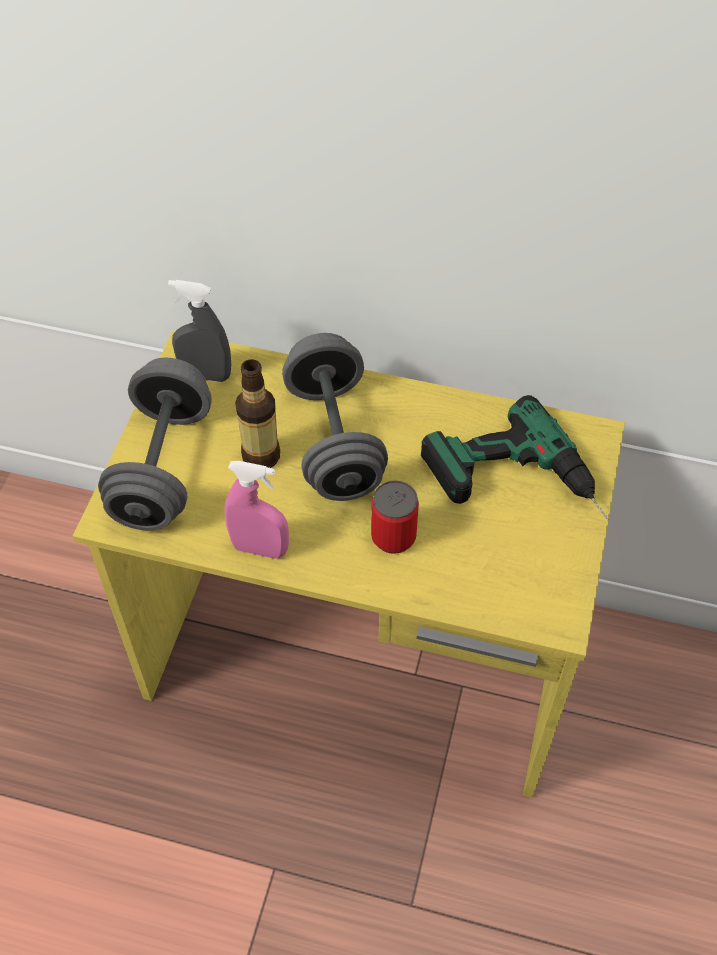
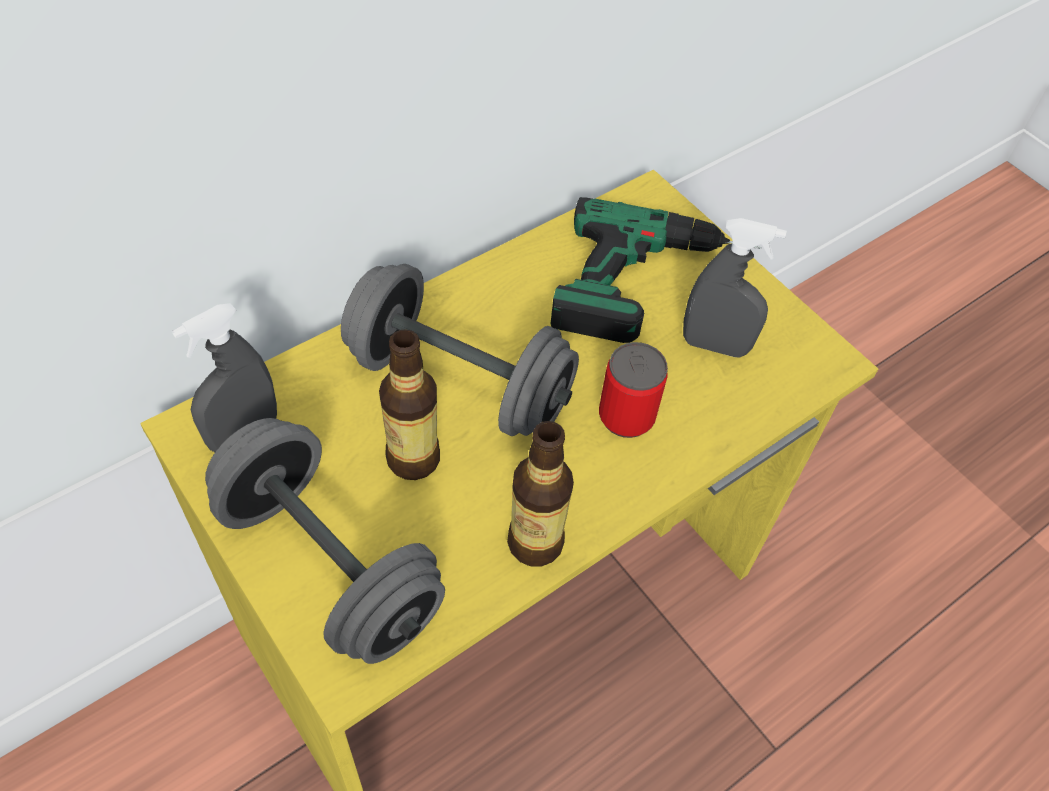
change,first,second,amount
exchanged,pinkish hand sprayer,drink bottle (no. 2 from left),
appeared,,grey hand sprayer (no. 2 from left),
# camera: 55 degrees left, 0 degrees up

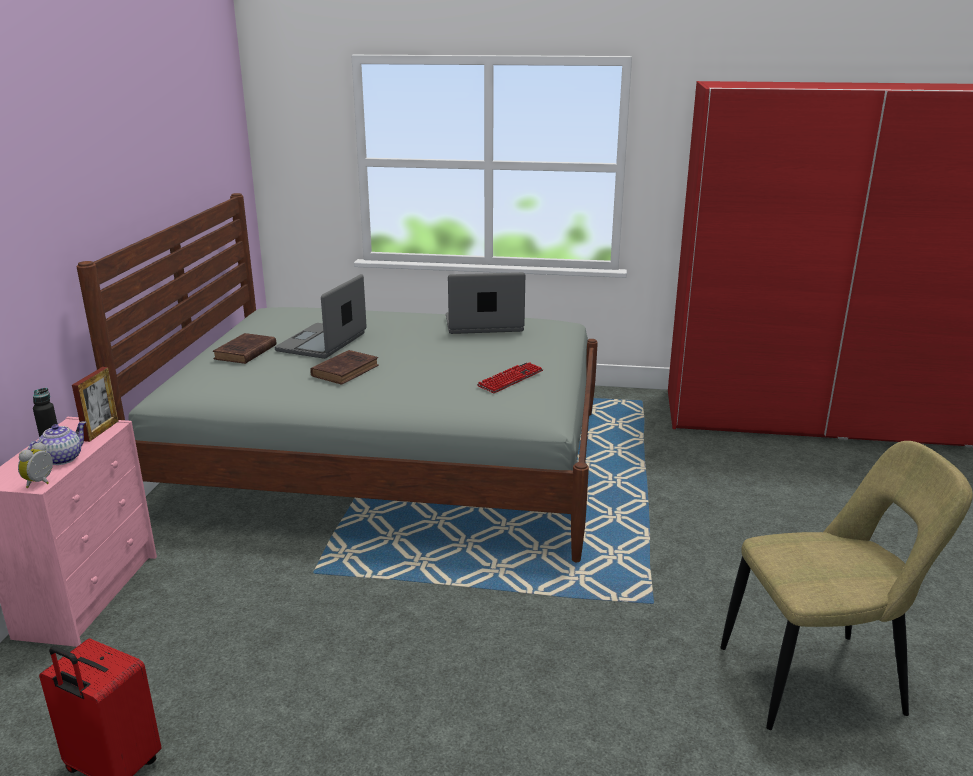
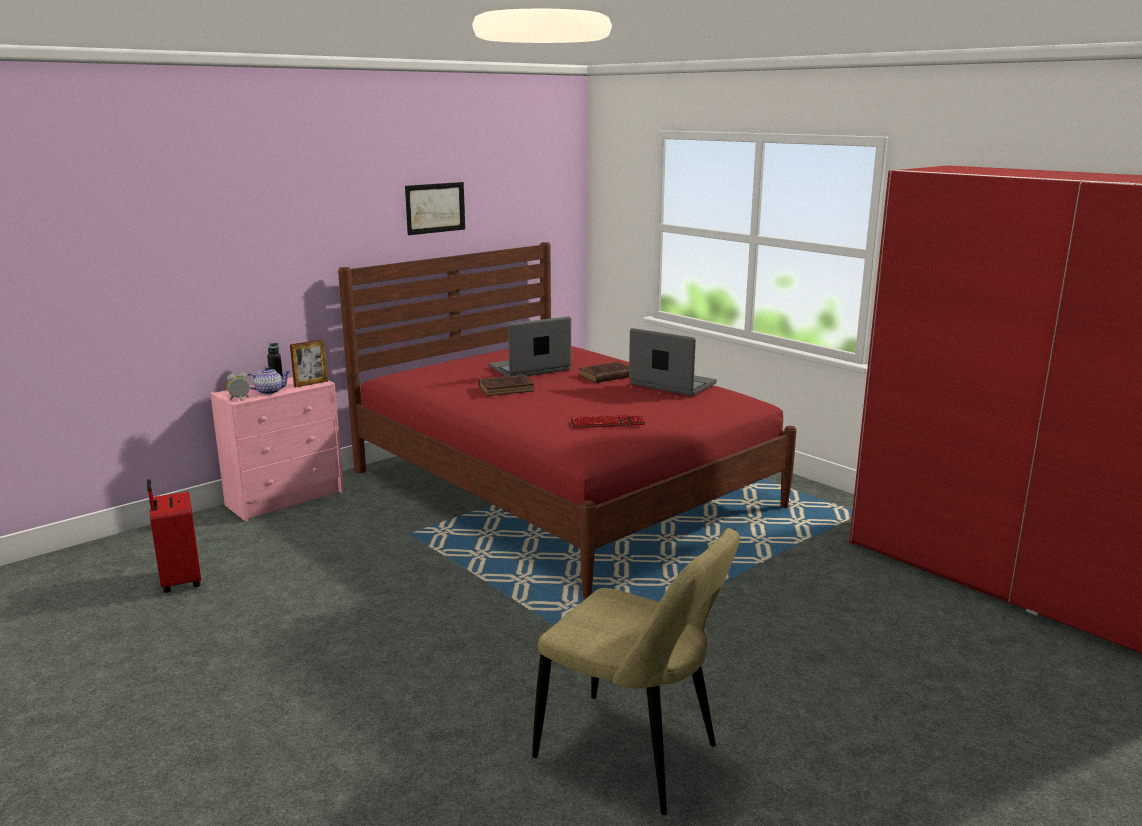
change,first,second,amount
colour,grey bedroom bed,reddish bedroom bed,
relocated,brown volume (no. 1 from left in the first image),brown volume (no. 2 from left),
appeared,,wall picture,
# camera: 40 degrees right, 5 degrees down

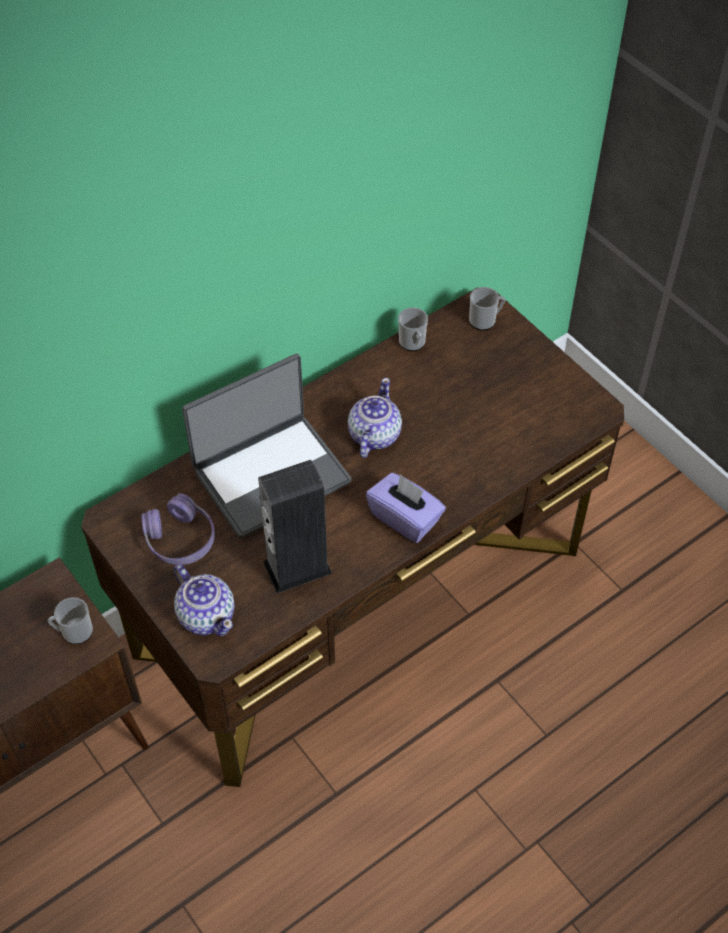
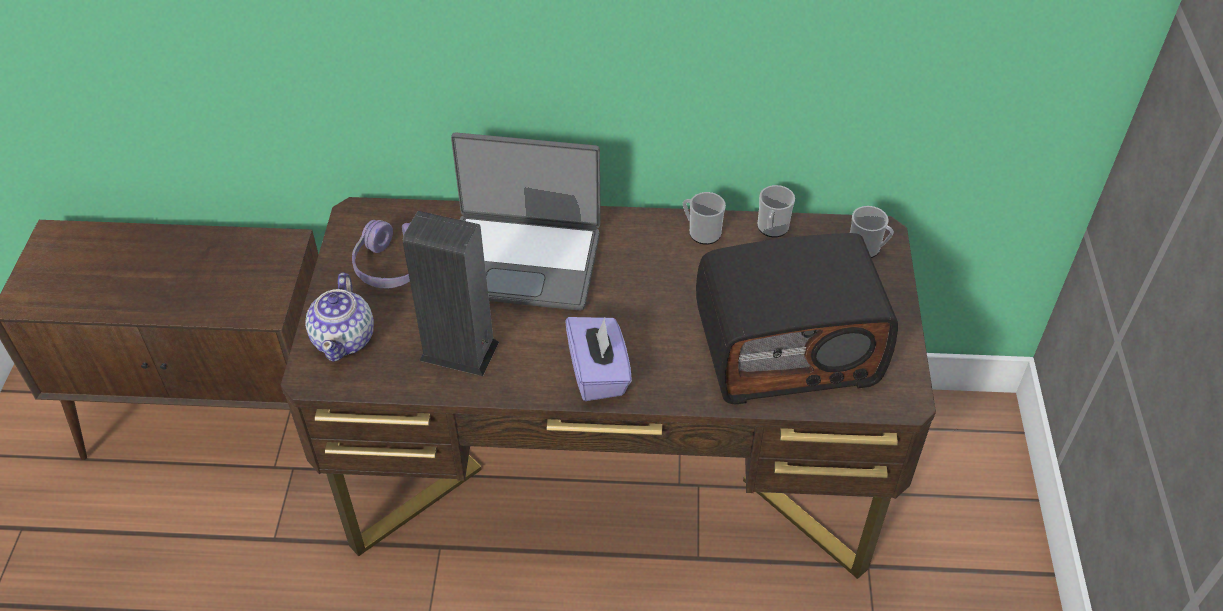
change,first,second,amount
relocated,coffee mug (no. 1 from left),,
missing,pot for tea (no. 2 from left),,
appeared,,radio set,
# camera: 40 degrees right, 5 degrees down

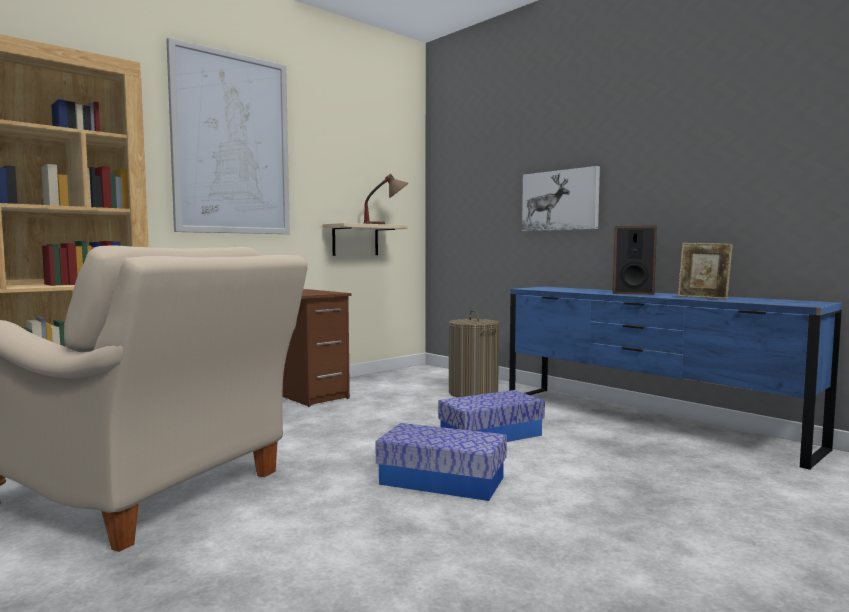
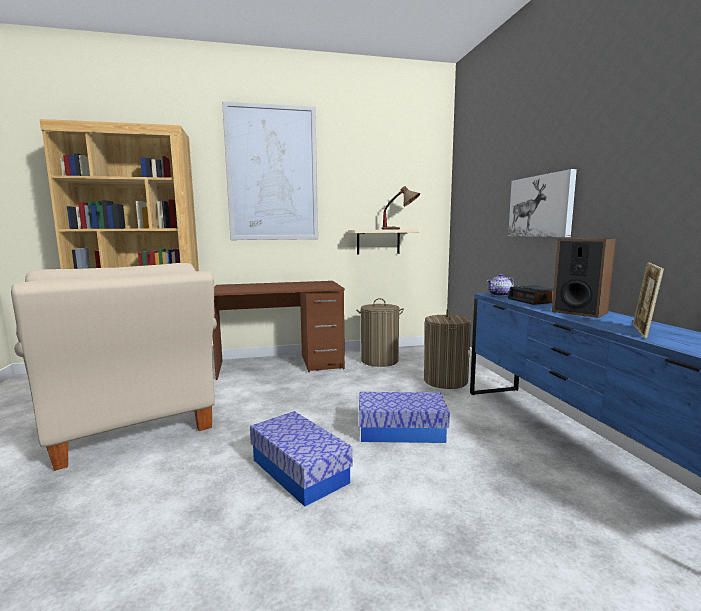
change,first,second,amount
spun,standing frame,,45 degrees clockwise
appeared,,laundry basket (no. 1 from left),
appeared,,pot for tea,
appeared,,bedside clock,
# camera: 30 degrees right, 5 degrees up

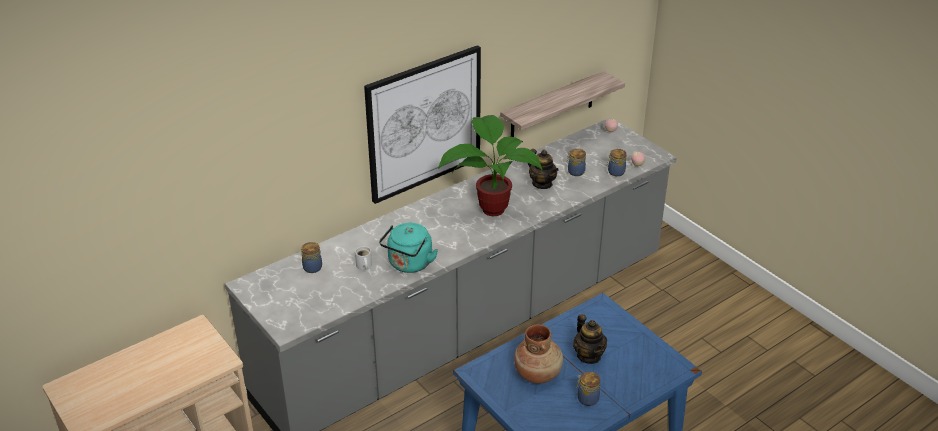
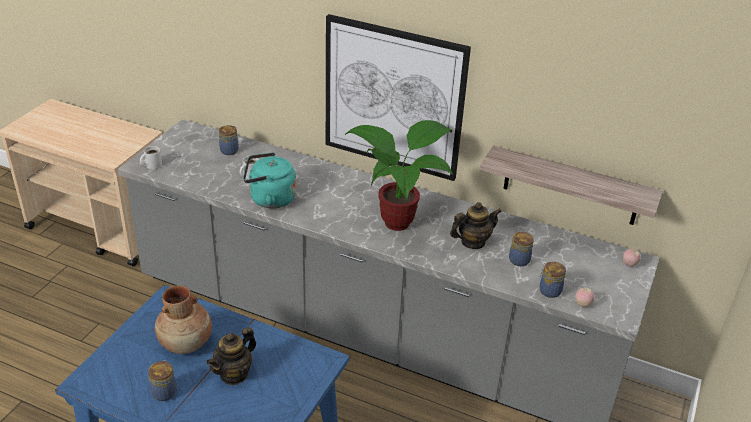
change,first,second,amount
spun,pot for tea (no. 1 from left in the first image),pot for tea (no. 2 from left),135 degrees counterclockwise
appeared,,white coffee mug (no. 1 from left),
# camera: 60 degrees right, 0 degrees up

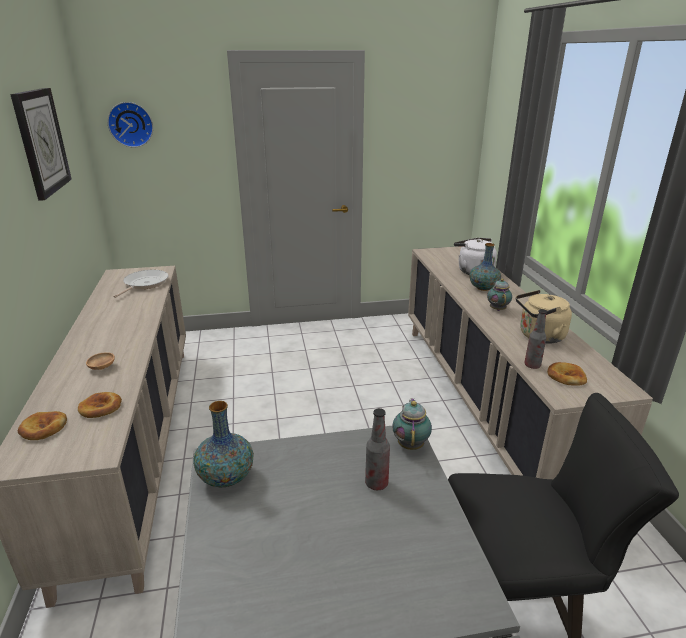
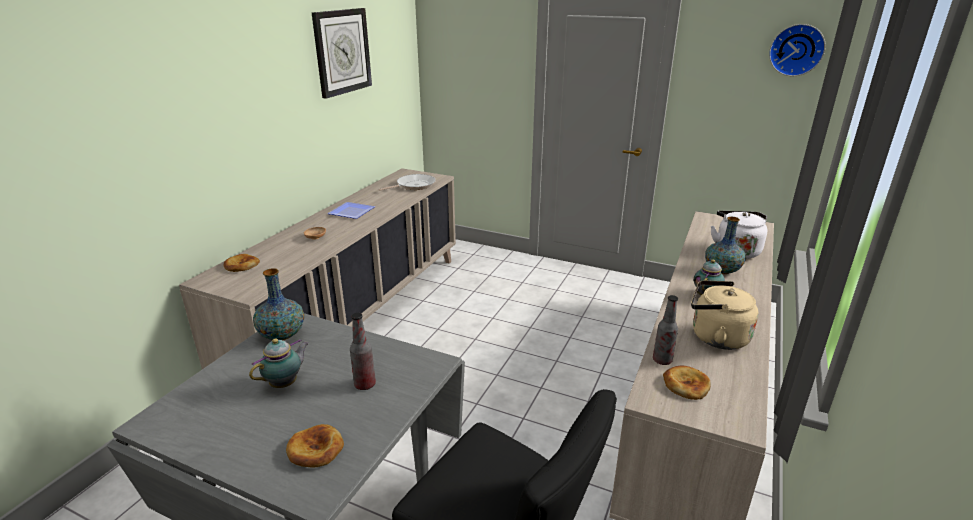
change,first,second,amount
relocated,bread (no. 2 from left),,
relocated,wall clock (no. 2 from left),,
relocated,pot for tea (no. 1 from left),,
appeared,,plate,
# camera: 35 degrees right, 0 degrees up

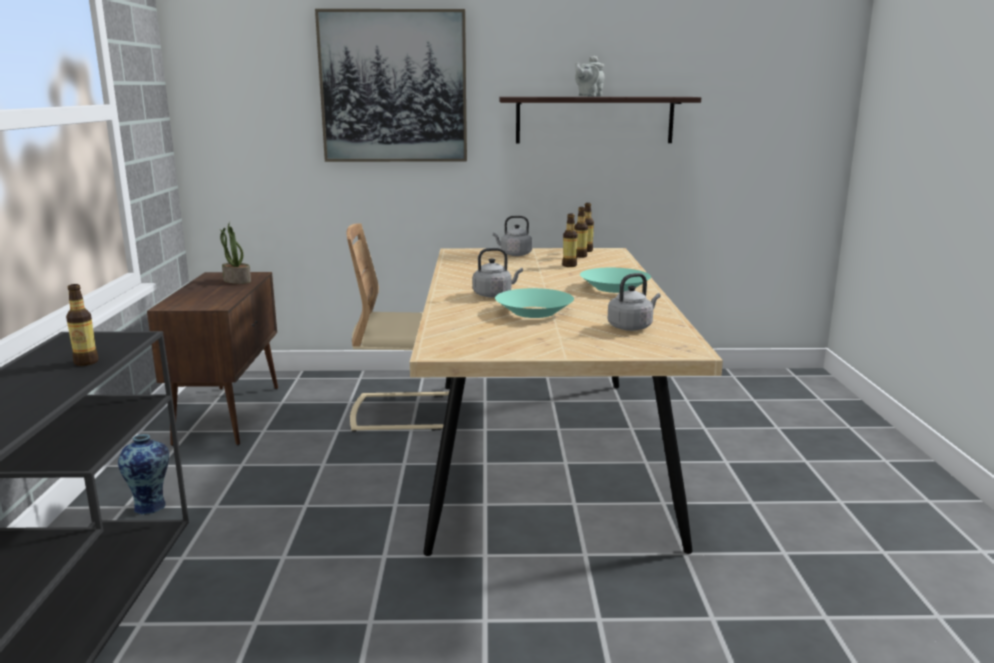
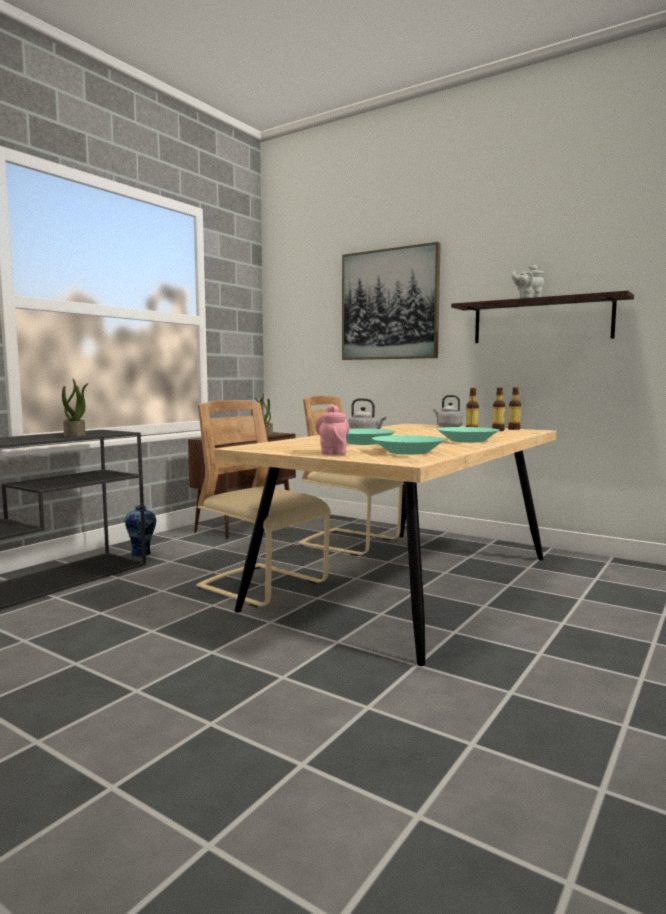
change,first,second,amount
exchanged,drink bottle (no. 1 from left),houseplant (no. 1 from left),
exchanged,grey kettle (no. 3 from left),turquoise-coloured bowl (no. 2 from left),
appeared,,beige chair (no. 1 from left),
appeared,,pinkish pot for tea,
# camera: 35 degrees right, 10 degrees down

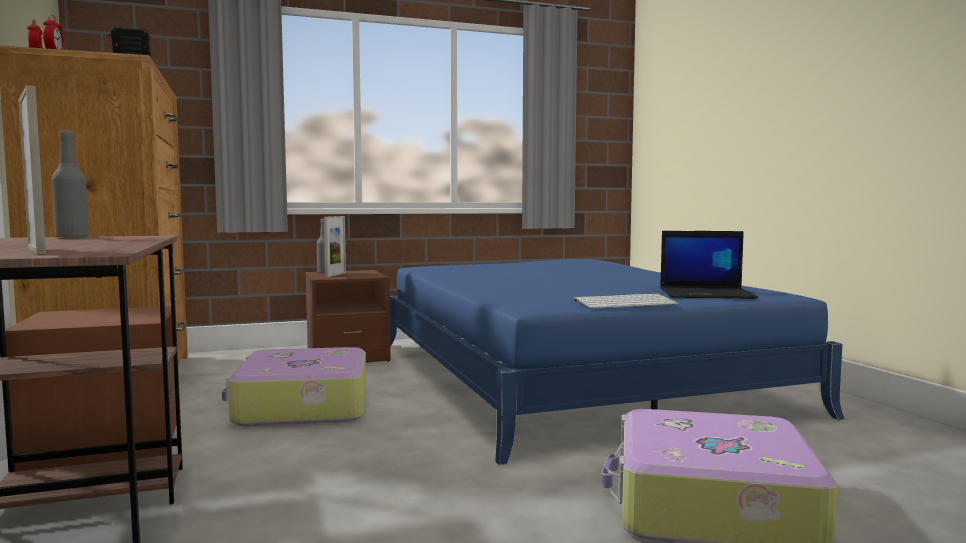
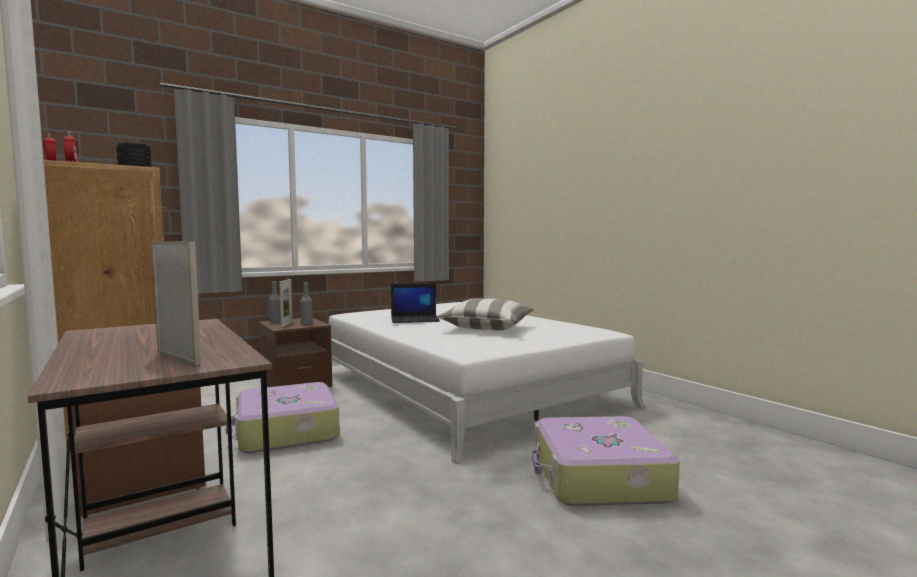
change,first,second,amount
relocated,grey drink bottle (no. 1 from left in the first image),grey drink bottle (no. 2 from left),
colour,blue-coloured bedroom bed,white bedroom bed,
missing,keyboard,,
relocated,laptop,,
appeared,,pillow,
# camera: 15 degrees left, 0 degrees up

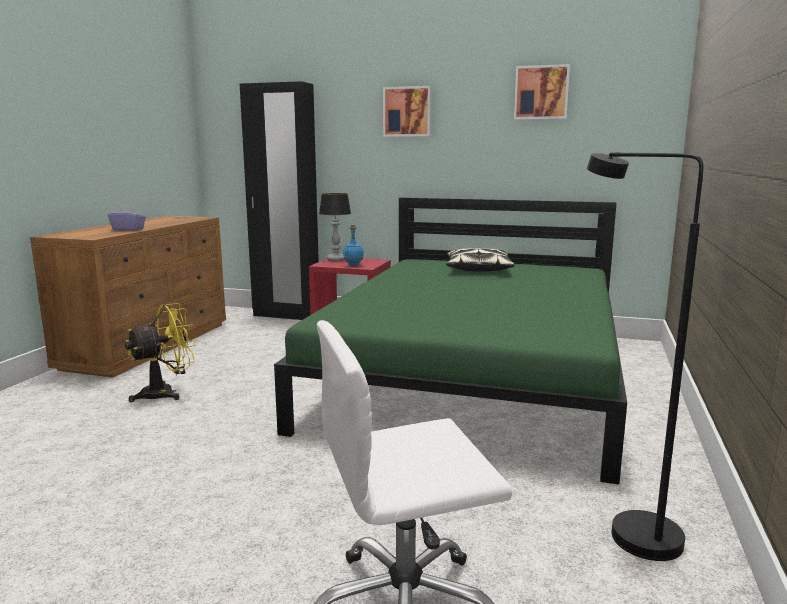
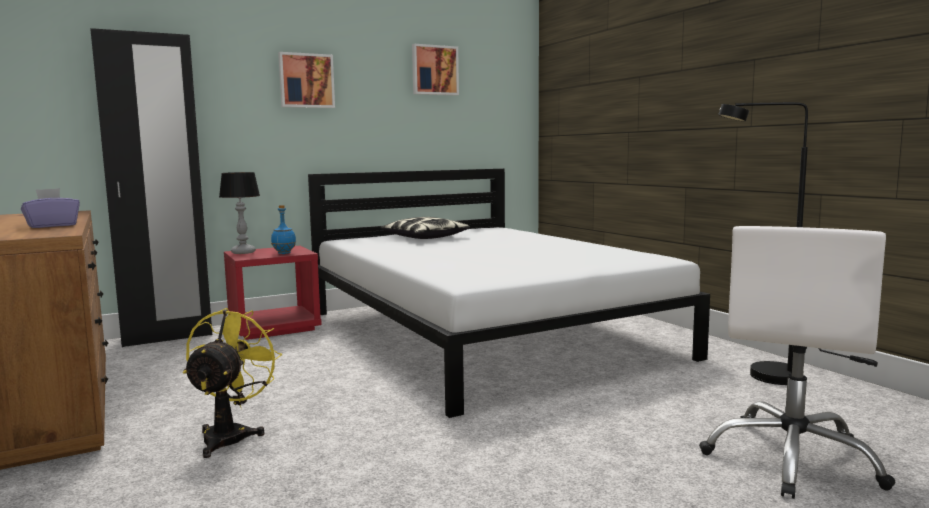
change,first,second,amount
colour,greenish bedroom bed,white bedroom bed,
# camera: 45 degrees left, 5 degrees down

